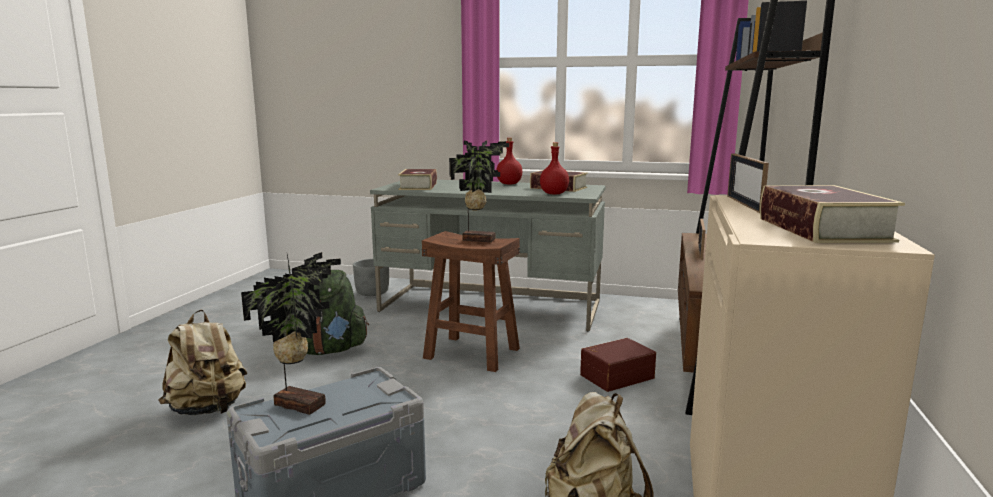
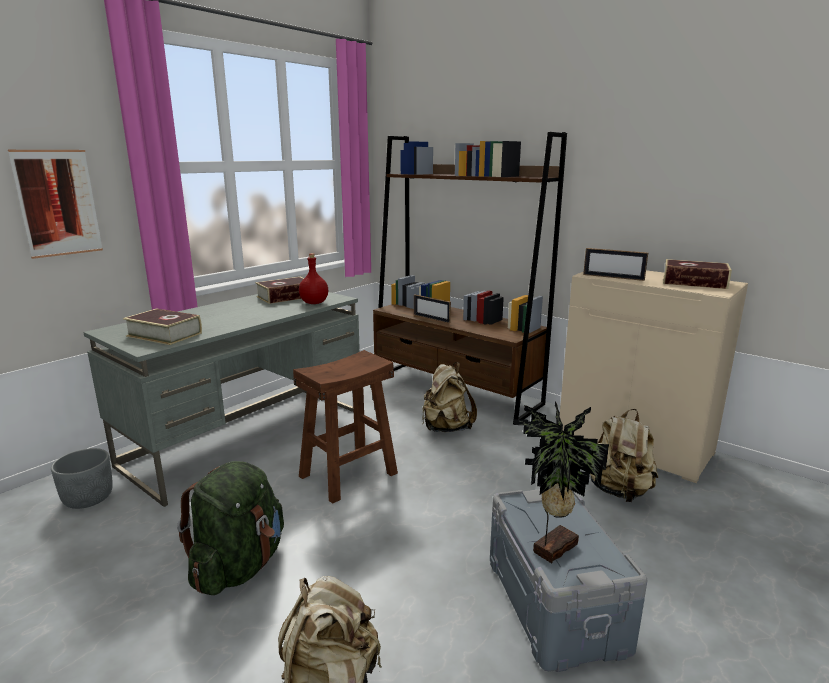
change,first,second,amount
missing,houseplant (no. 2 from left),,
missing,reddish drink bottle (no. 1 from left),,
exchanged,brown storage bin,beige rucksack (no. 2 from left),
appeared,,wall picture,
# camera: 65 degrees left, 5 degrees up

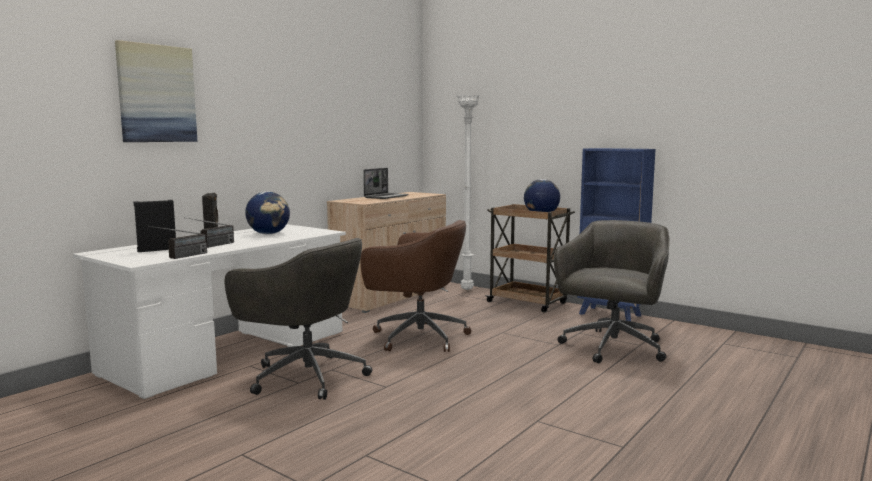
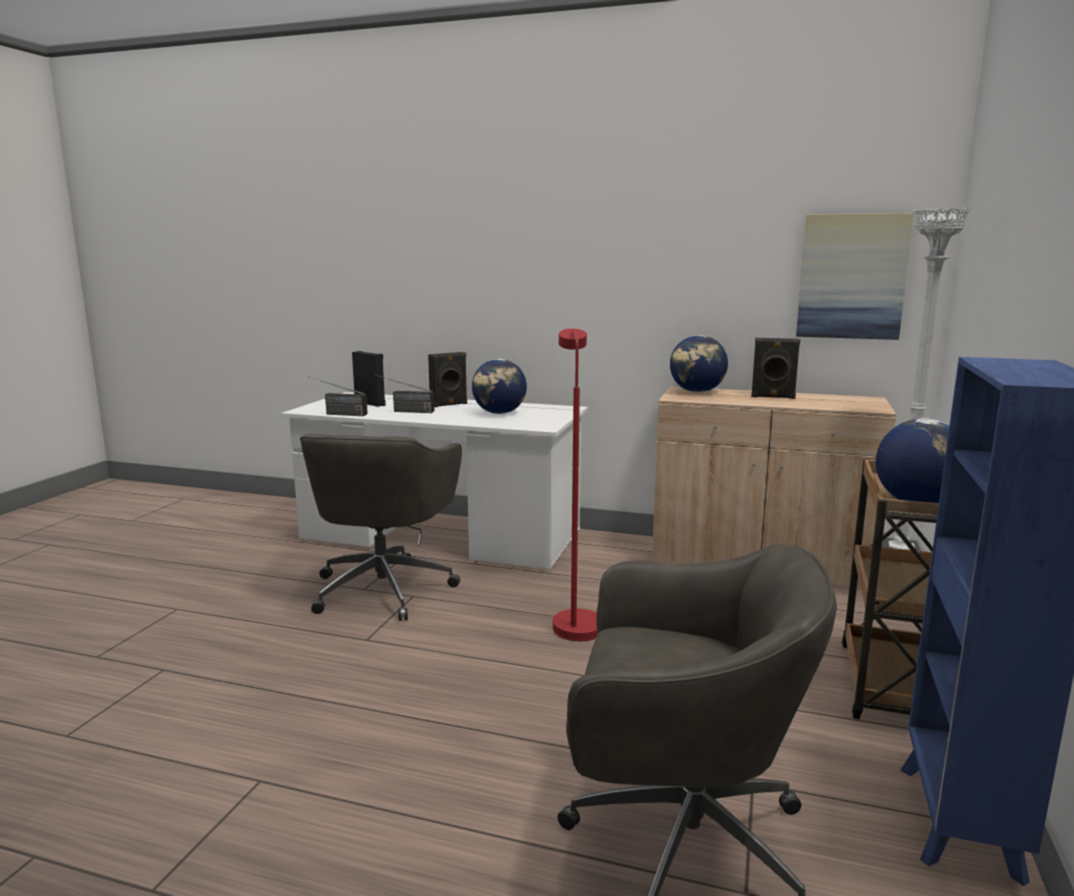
change,first,second,amount
relocated,wall picture,,
exchanged,brown office chair,reddish standing lamp,
exchanged,laptop,black-coloured speaker (no. 3 from left),
appeared,,world globe (no. 2 from left),
# camera: 70 degrees right, 5 degrees up

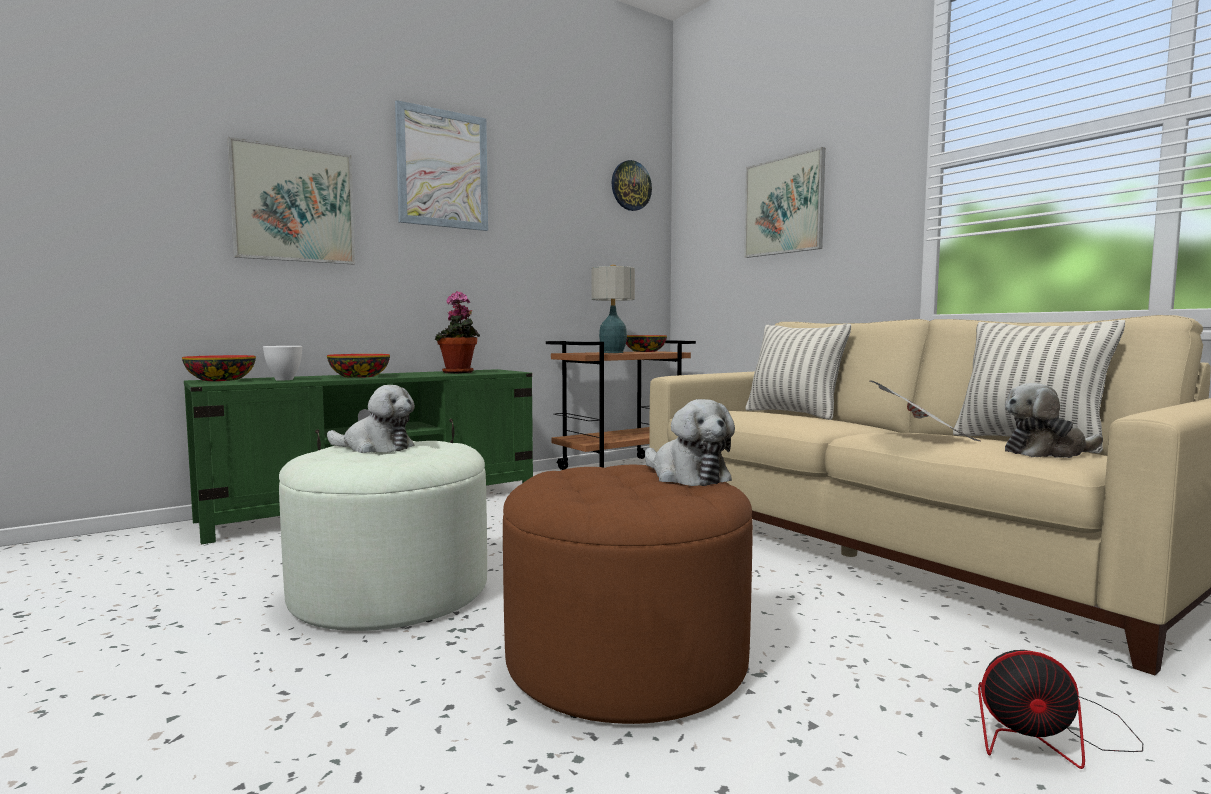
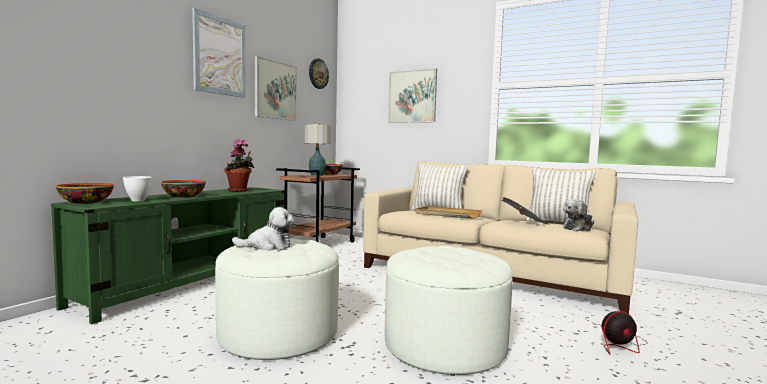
change,first,second,amount
relocated,wall picture (no. 1 from left in the first image),wall picture (no. 2 from left),
colour,brown ottoman,white ottoman (no. 2 from left),
missing,plush toy (no. 2 from left),,
appeared,,beige carrying tray,
# camera: 25 degrees left, 0 degrees up

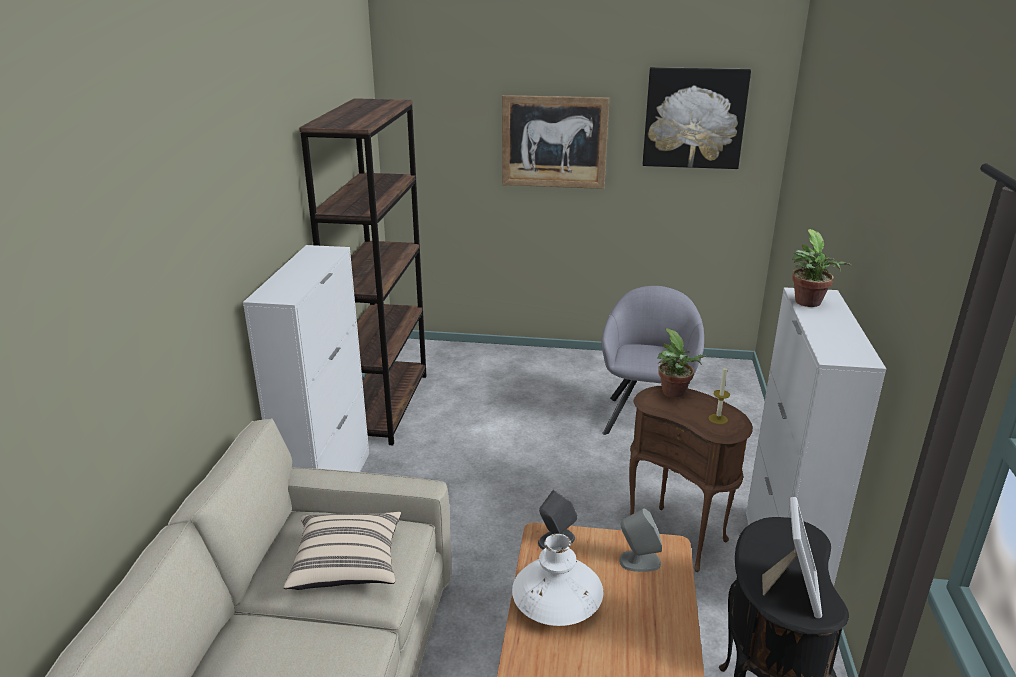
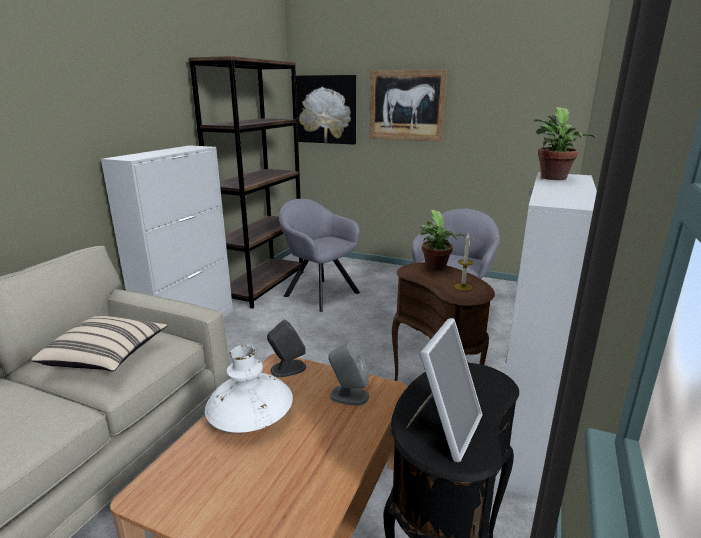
change,first,second,amount
relocated,wall picture (no. 2 from left in the first image),wall picture (no. 1 from left),
appeared,,grey armchair (no. 1 from left),
# camera: 15 degrees right, 5 degrees down

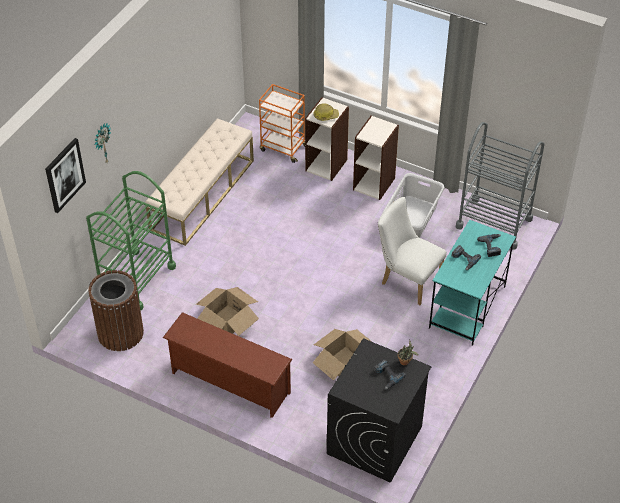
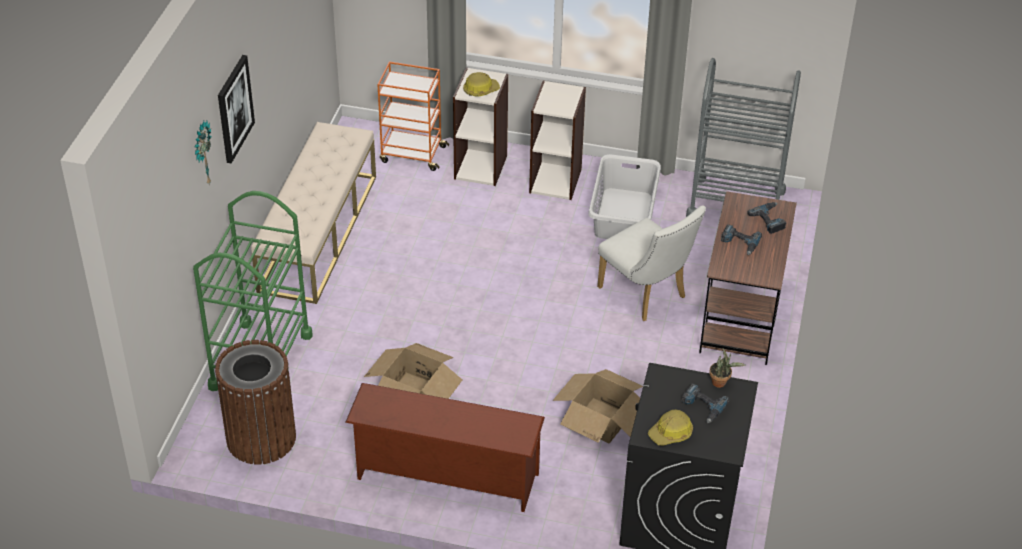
change,first,second,amount
relocated,wall picture,,
spun,white chair,,150 degrees counterclockwise
colour,turquoise-coloured desk,brown desk,
appeared,,work helmet (no. 2 from left),
# camera: 15 degrees left, 5 degrees down

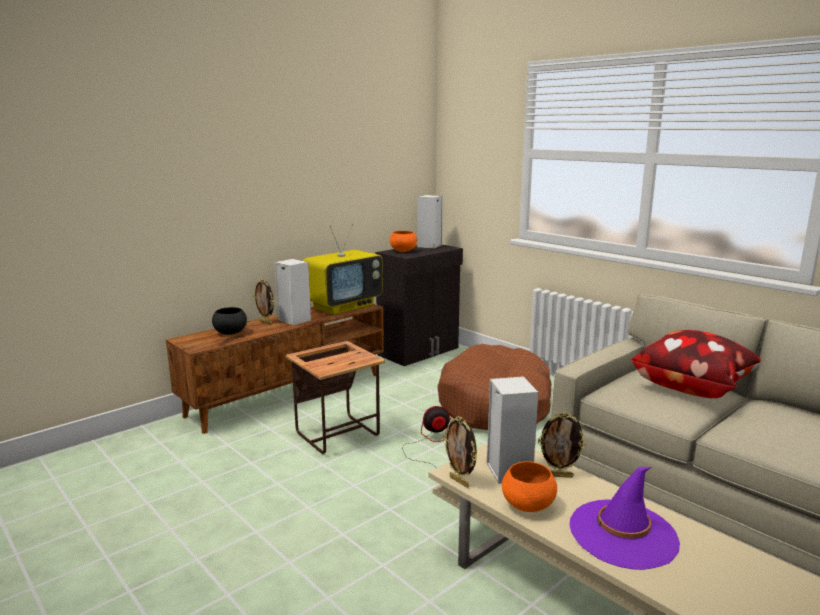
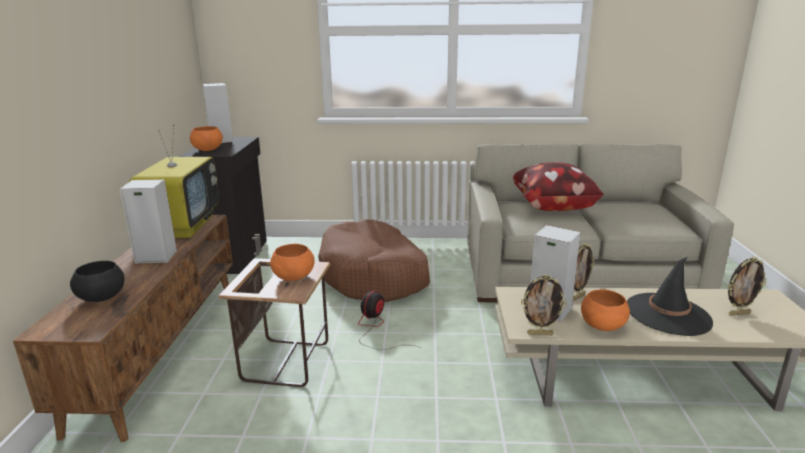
change,first,second,amount
relocated,standing frame (no. 1 from left in the first image),standing frame (no. 3 from left),
colour,purple-coloured clothing hat,black-coloured clothing hat,
appeared,,orangey bowl (no. 2 from left),
# camera: 45 degrees left, 5 degrees up

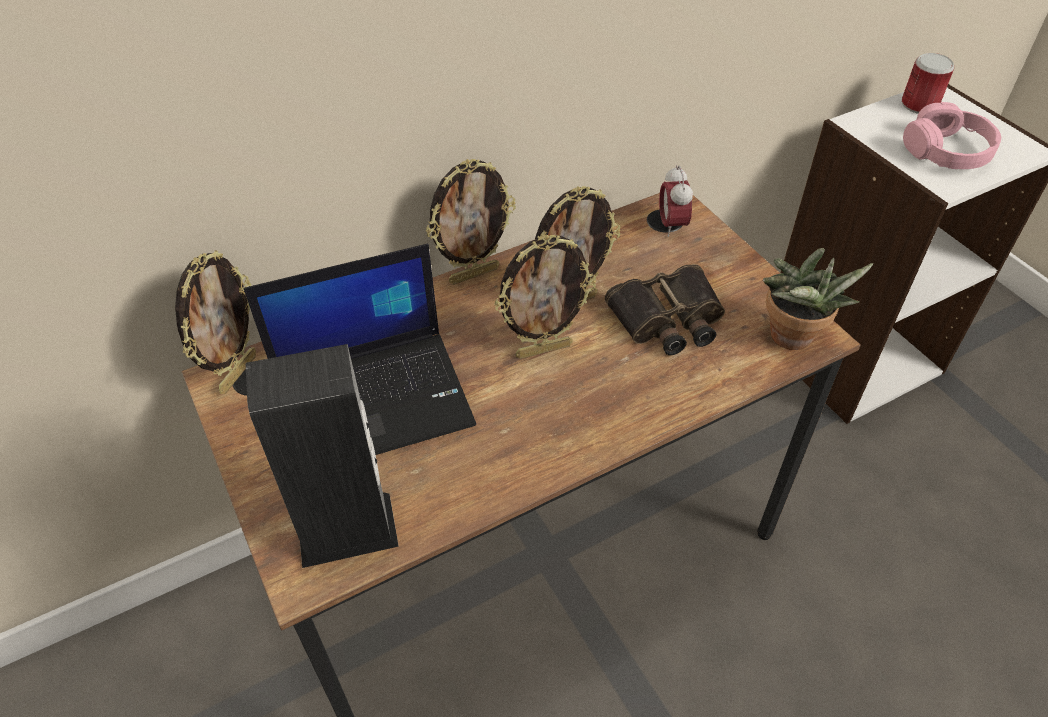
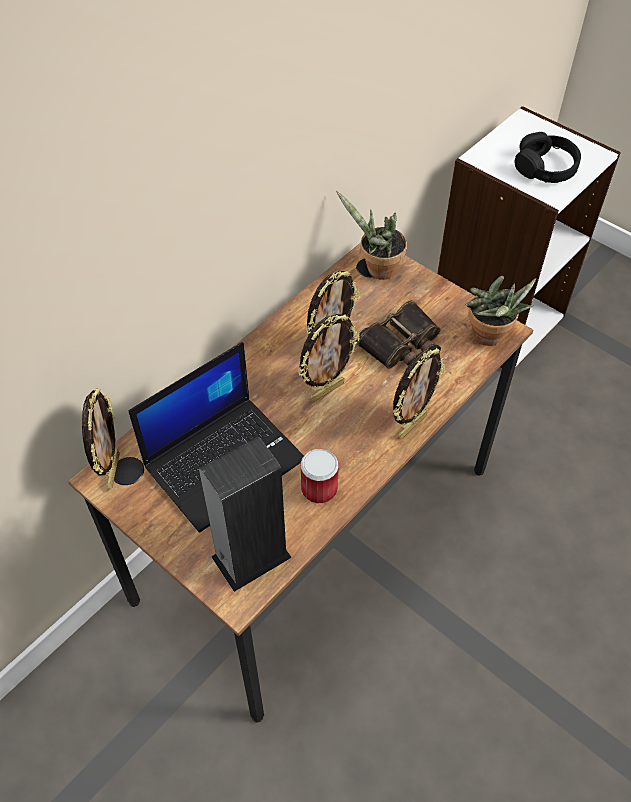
change,first,second,amount
relocated,standing frame (no. 2 from left in the first image),standing frame (no. 4 from left),
exchanged,bedside clock,houseplant (no. 1 from left),
relocated,can,,
colour,pinkish pair of headphones,black-coloured pair of headphones,
# camera: 20 degrees left, 5 degrees up

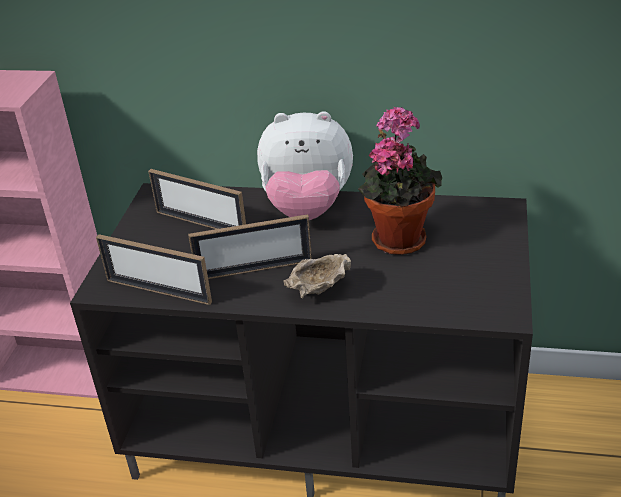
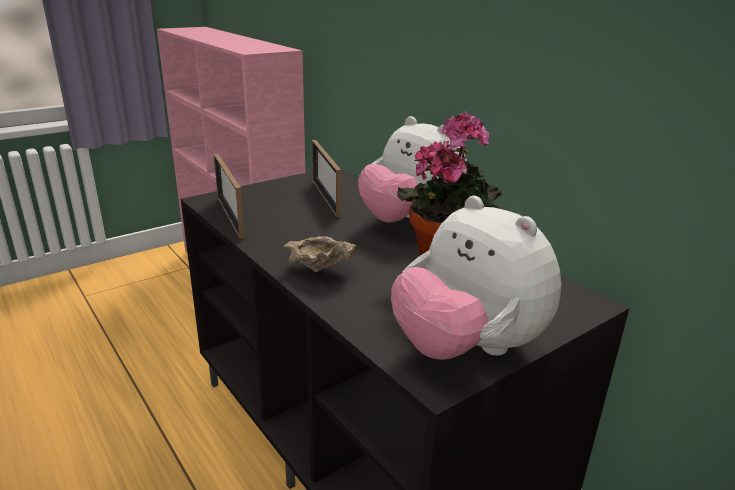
change,first,second,amount
missing,standing frame (no. 3 from left),,
appeared,,plush toy (no. 2 from left),
# camera: 40 degrees right, 10 degrees down

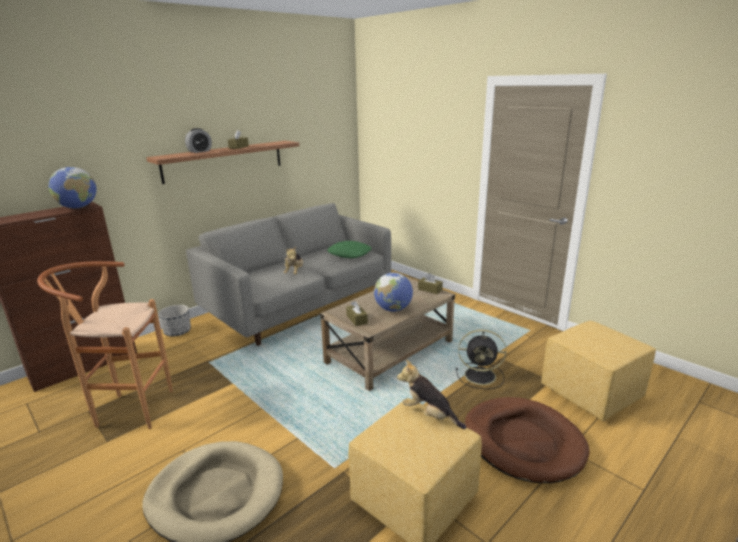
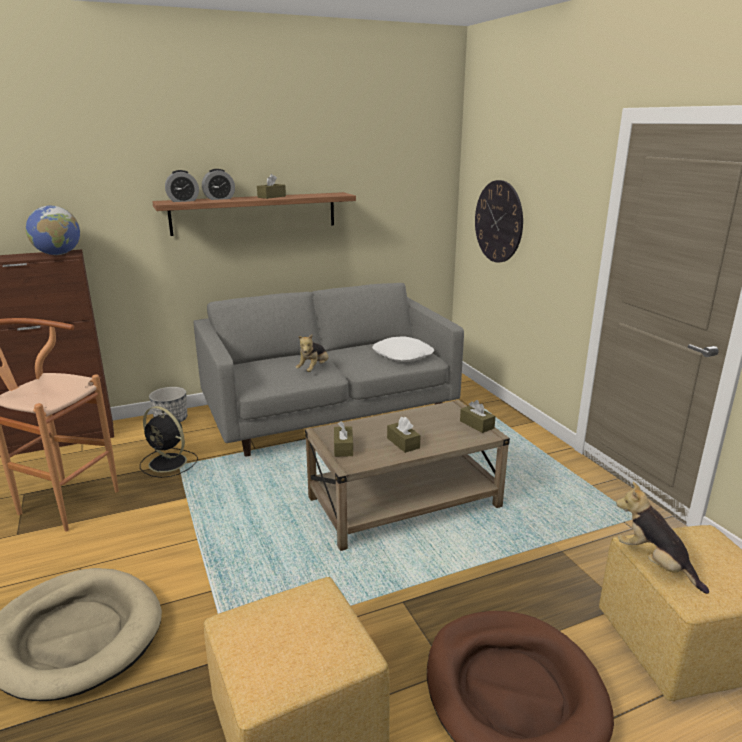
change,first,second,amount
colour,greenish pillow,white pillow,
exchanged,world globe (no. 2 from left),brown tissue box (no. 3 from left),
relocated,plush toy (no. 2 from left),,
relocated,black-coloured fan,,
appeared,,bedside clock (no. 1 from left),
appeared,,wall clock,
# camera: 20 degrees right, 0 degrees up

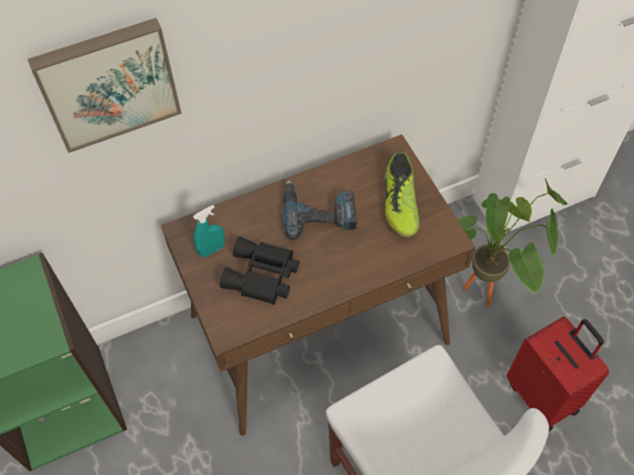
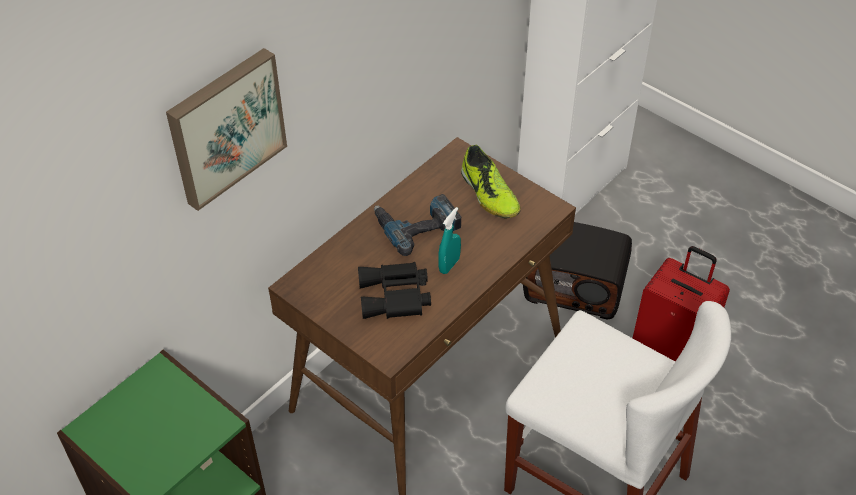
change,first,second,amount
relocated,turquoise-coloured hand sprayer,,
exchanged,houseplant,radio set,
# camera: 25 degrees left, 10 degrees down

